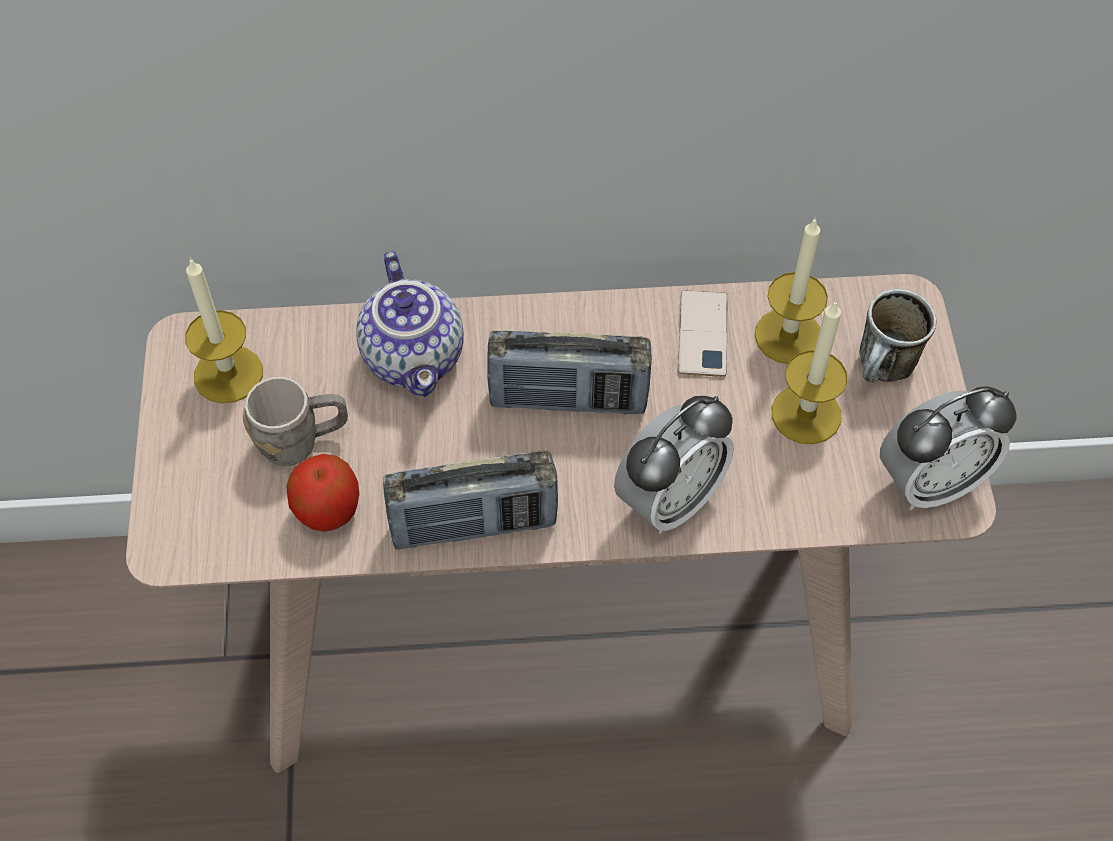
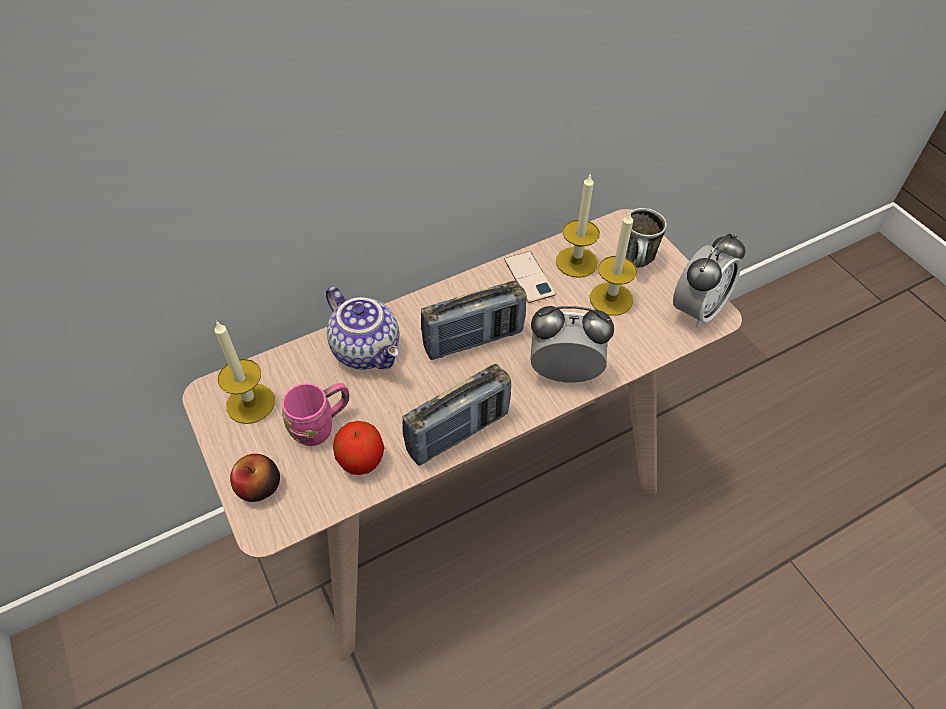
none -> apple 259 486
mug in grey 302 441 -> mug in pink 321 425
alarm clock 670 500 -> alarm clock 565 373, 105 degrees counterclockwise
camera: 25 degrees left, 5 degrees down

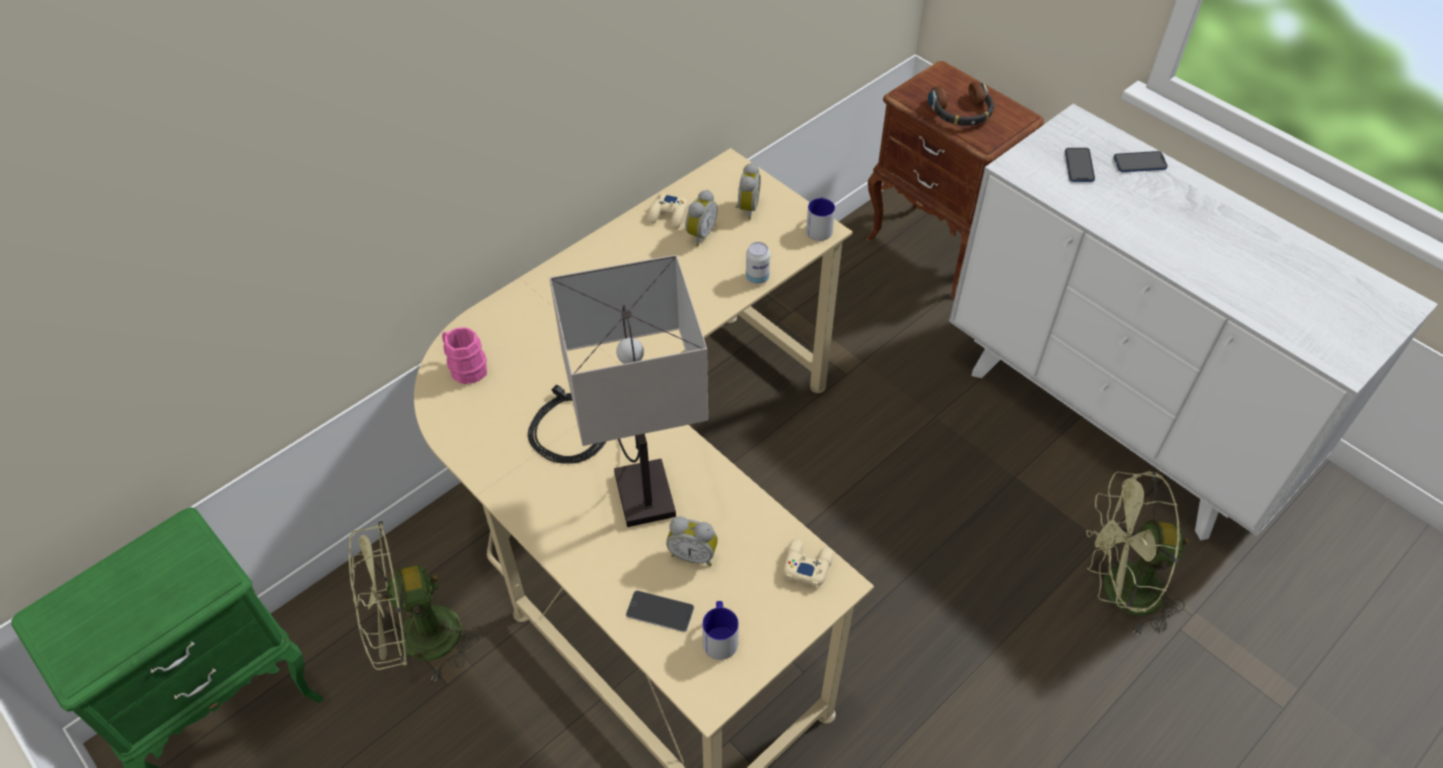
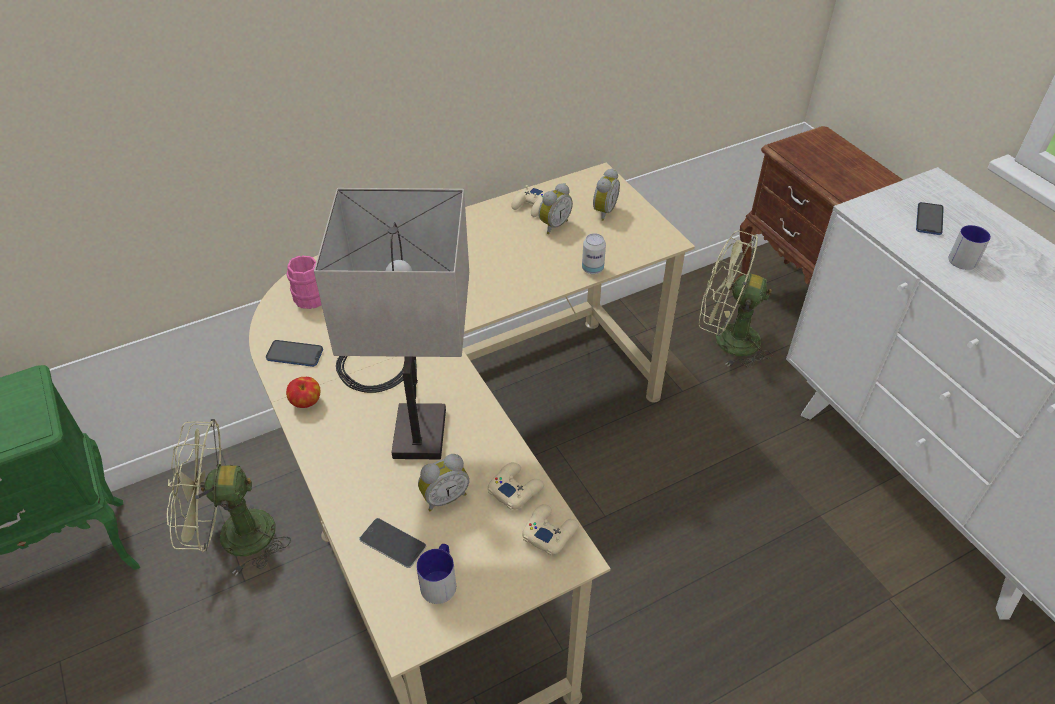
phone 1139 163 -> phone 295 354, moved
none -> apple 306 403
alarm clock 693 554 -> alarm clock 444 497, 60 degrees counterclockwise
none -> game controller in beige 515 489
fan in green 1118 591 -> fan in green 726 340, moved
mug 819 227 -> mug 962 257, moved
headphones 961 112 -> none
camera: 15 degrees right, 5 degrees down

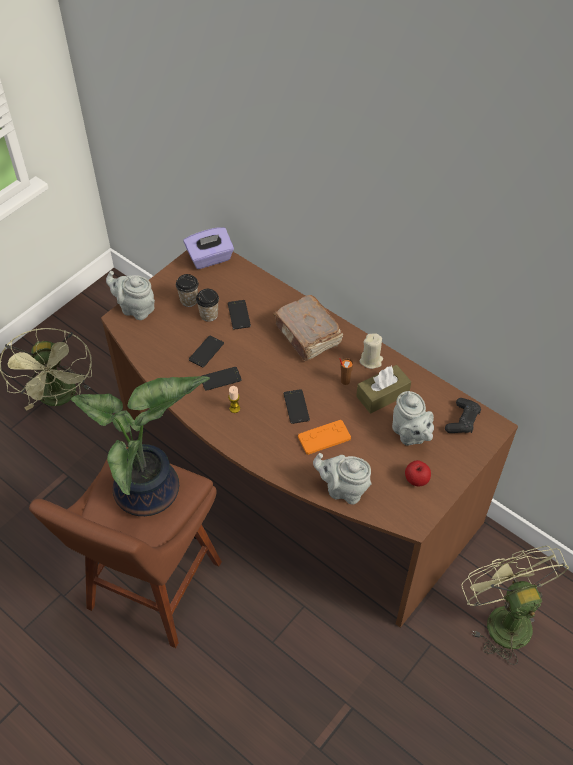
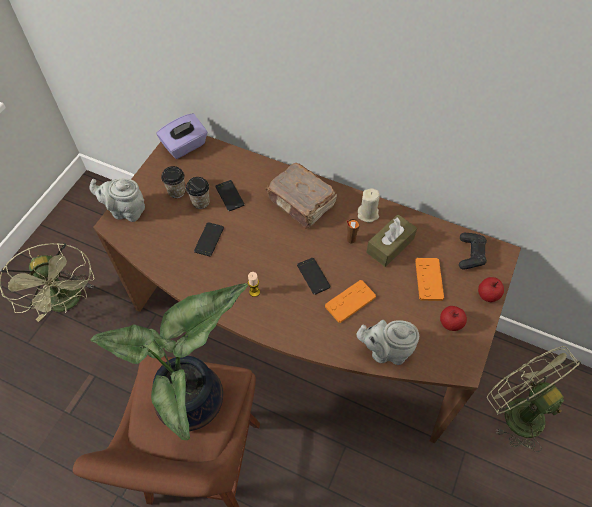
teapot in grey 410 435 -> game controller in orange 429 279
none -> apple 487 295
phone 221 379 -> none
camera: 15 degrees left, 5 degrees up

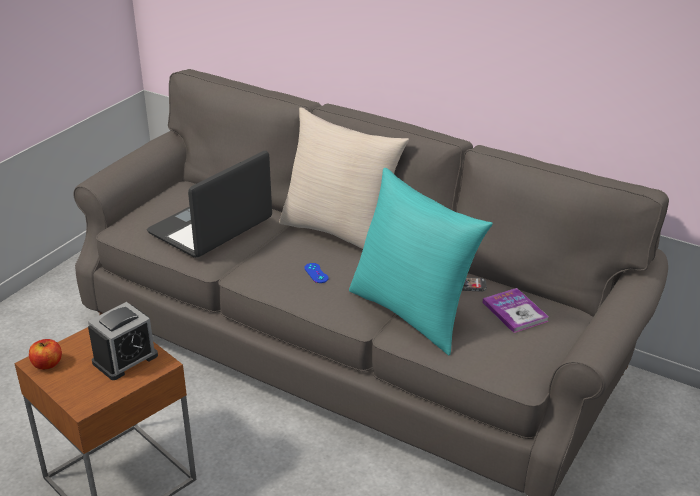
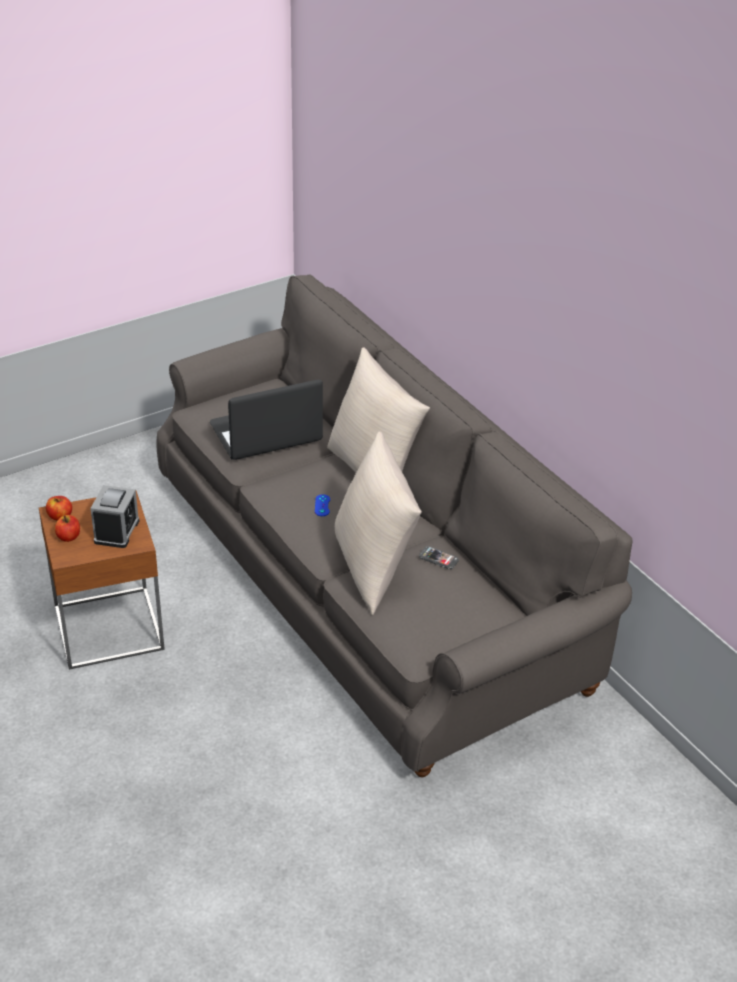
none -> apple 68 537
alarm clock 125 359 -> alarm clock 117 531, 60 degrees counterclockwise
pillow in turquoise 412 313 -> pillow in beige 373 568
book 515 312 -> none
camera: 25 degrees right, 5 degrees up

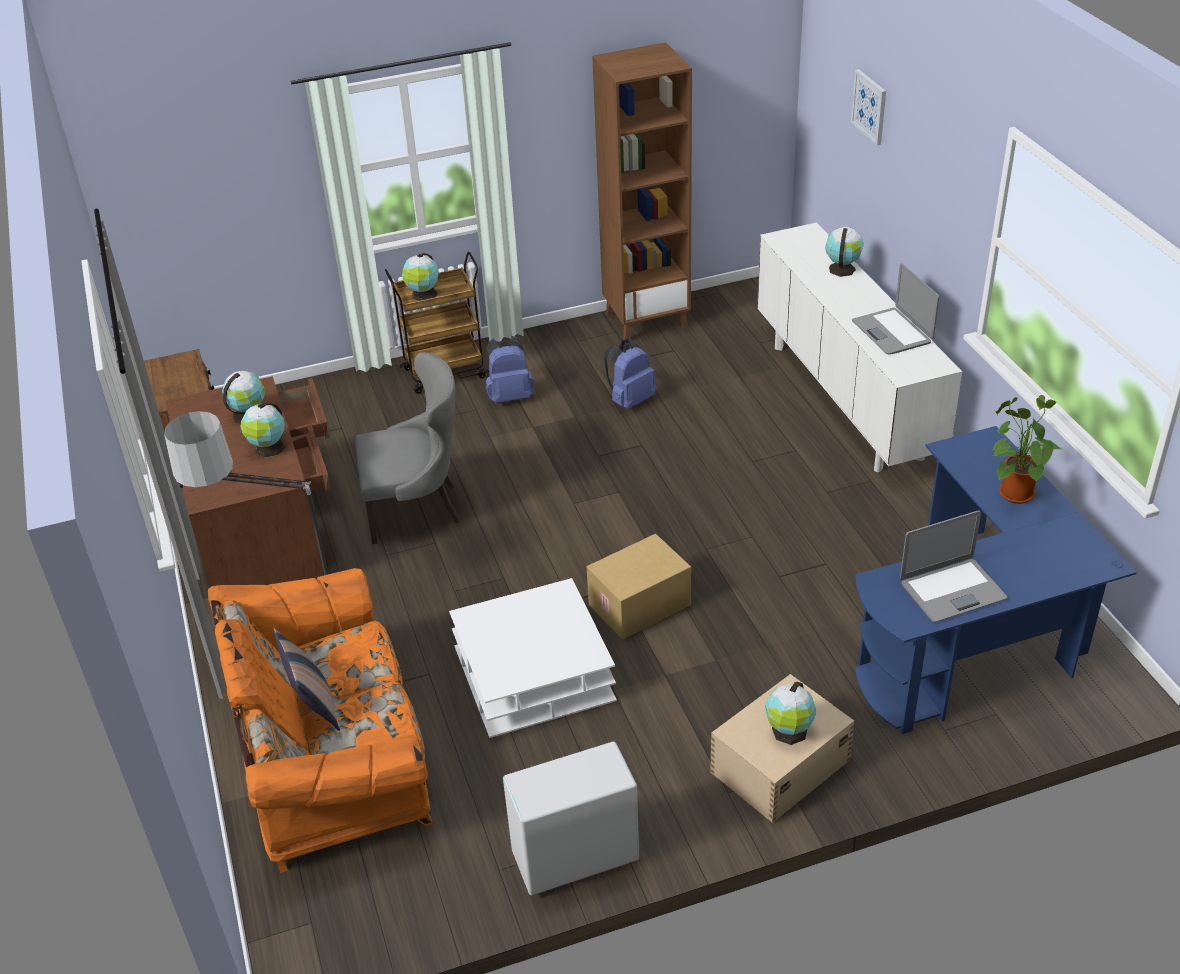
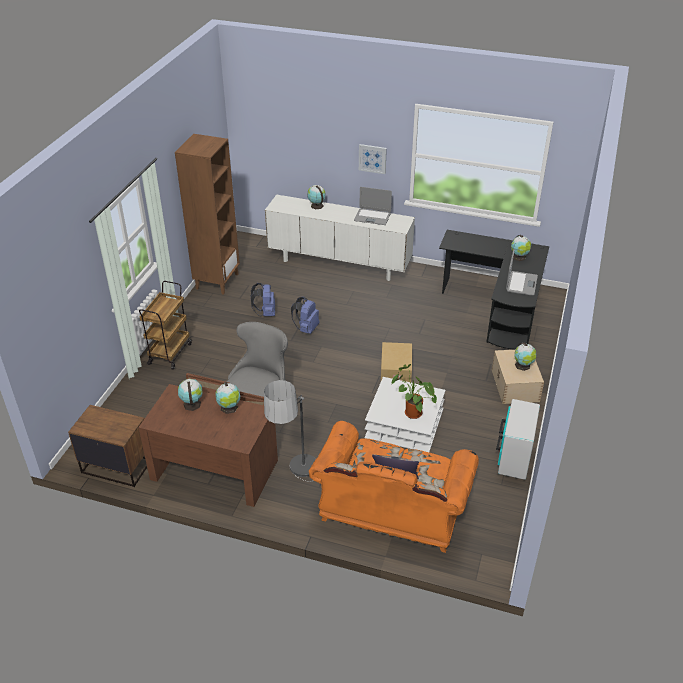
backpack in blue 510 396 -> backpack in blue 306 329, moved
picture 870 106 -> picture 372 158, moved
potted plant 1013 491 -> potted plant 411 413, moved
desk in blue 977 636 -> desk in black 497 308
globe 423 295 -> globe 519 257, moved
camera: 55 degrees left, 0 degrees up

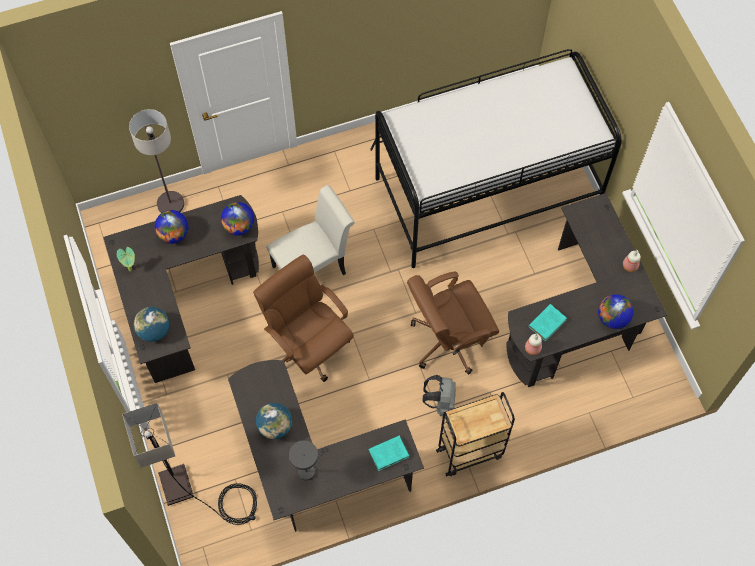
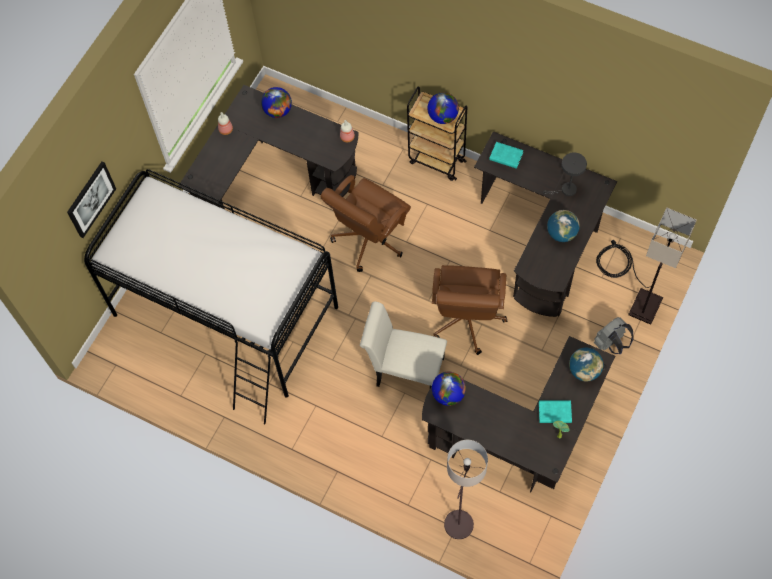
none -> picture 90 199
office chair in brown 449 339 -> office chair in brown 369 238, 105 degrees clockwise
globe 174 234 -> globe 443 116, moved
book in turquoise 548 322 -> book in turquoise 553 412, moved
backpack in grey 440 402 -> backpack in grey 611 343, moved
camera: 130 degrees left, 0 degrees up

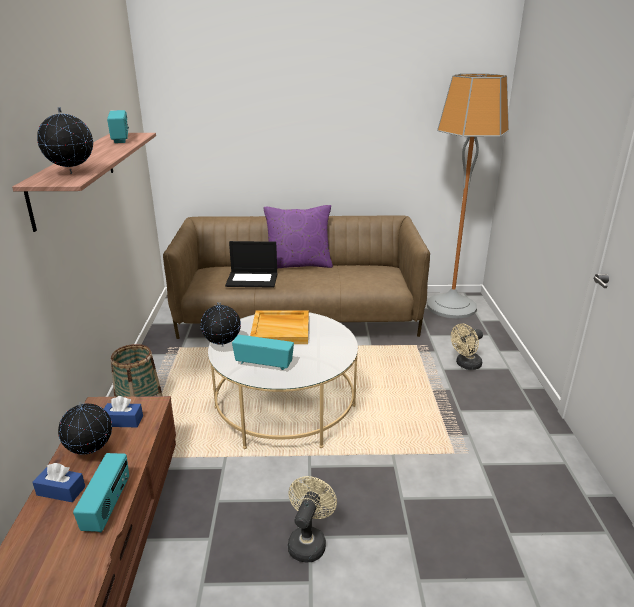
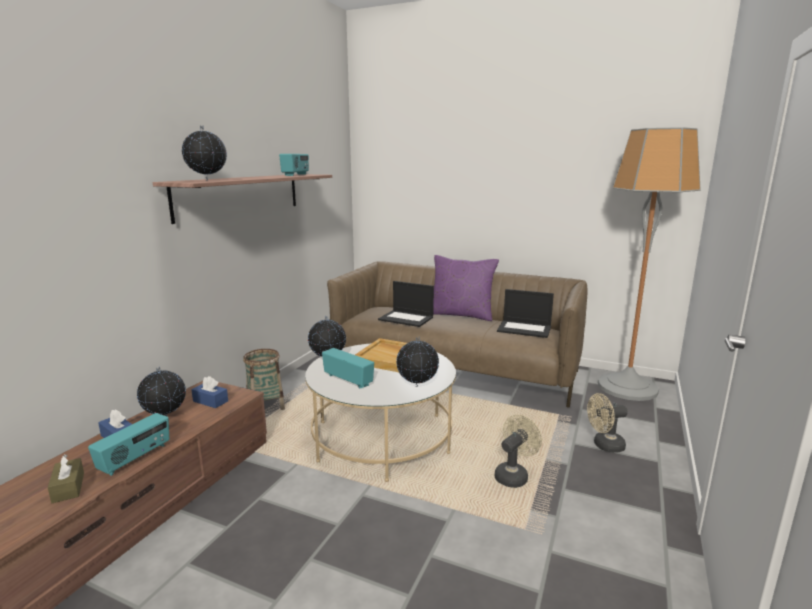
none -> tissue box in brown 68 487
none -> globe 417 386
fan in beige 308 541 -> fan in beige 514 475, moved
none -> laptop 525 329
camera: 25 degrees right, 10 degrees down

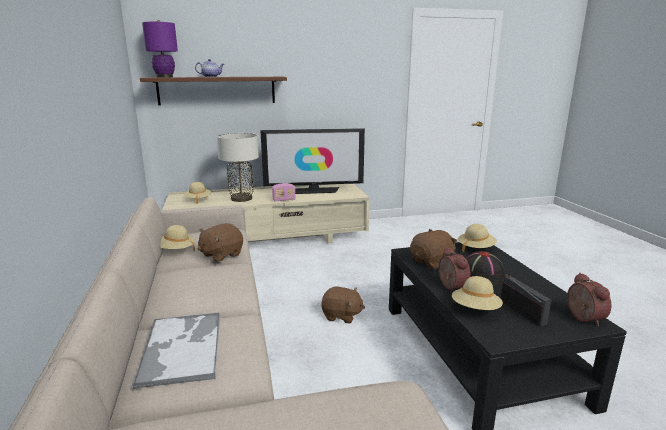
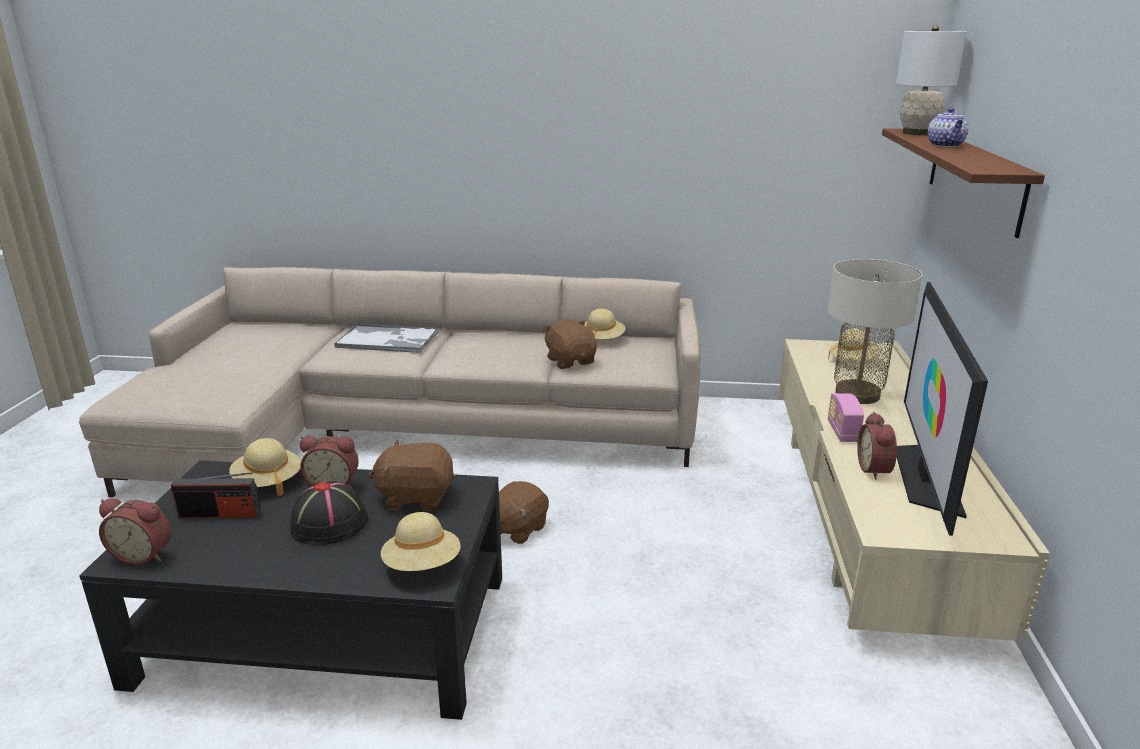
plush toy in brown 432 262 -> plush toy in brown 416 497, 105 degrees clockwise
none -> alarm clock 876 469
table lamp in purple 165 77 -> table lamp in white 917 133
camera: 110 degrees right, 5 degrees up

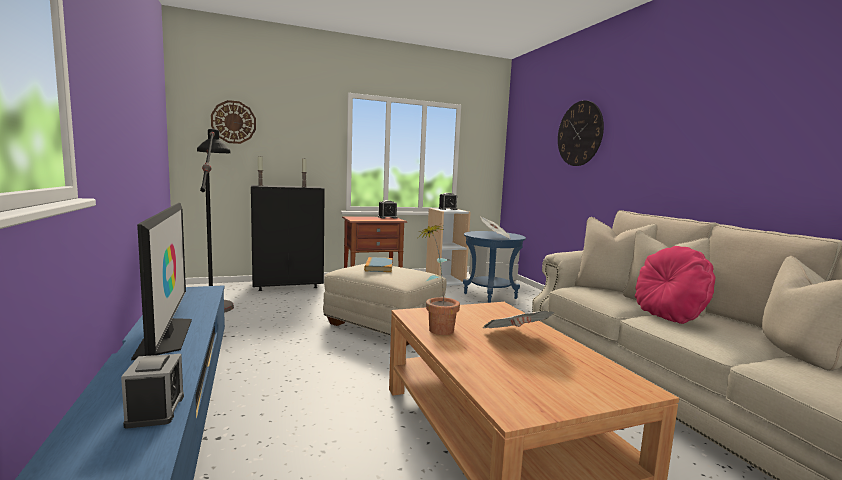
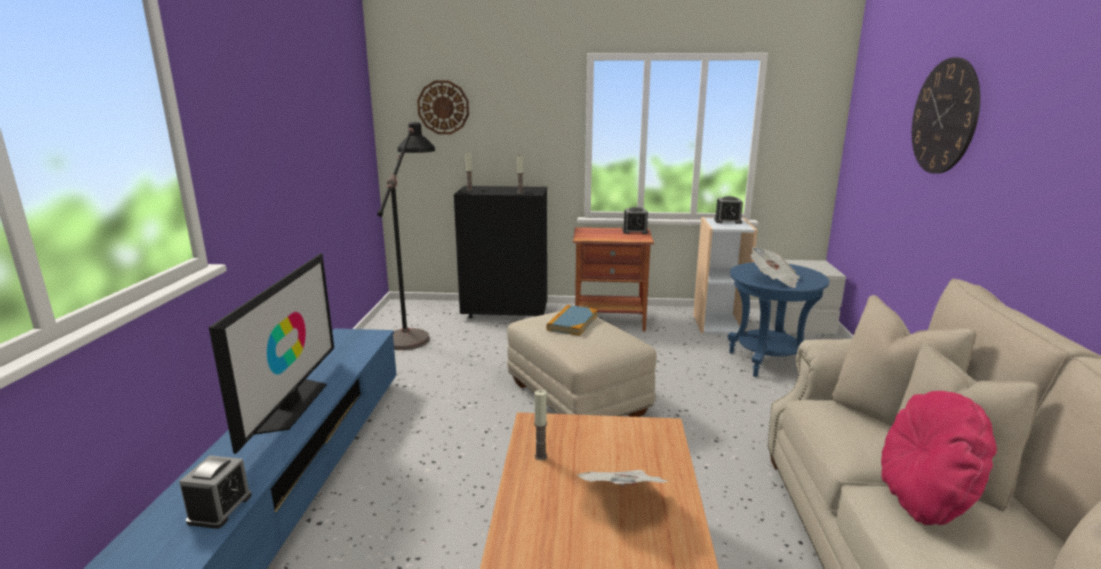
potted plant 436 327 -> candle 540 456
camera: 25 degrees right, 10 degrees up

